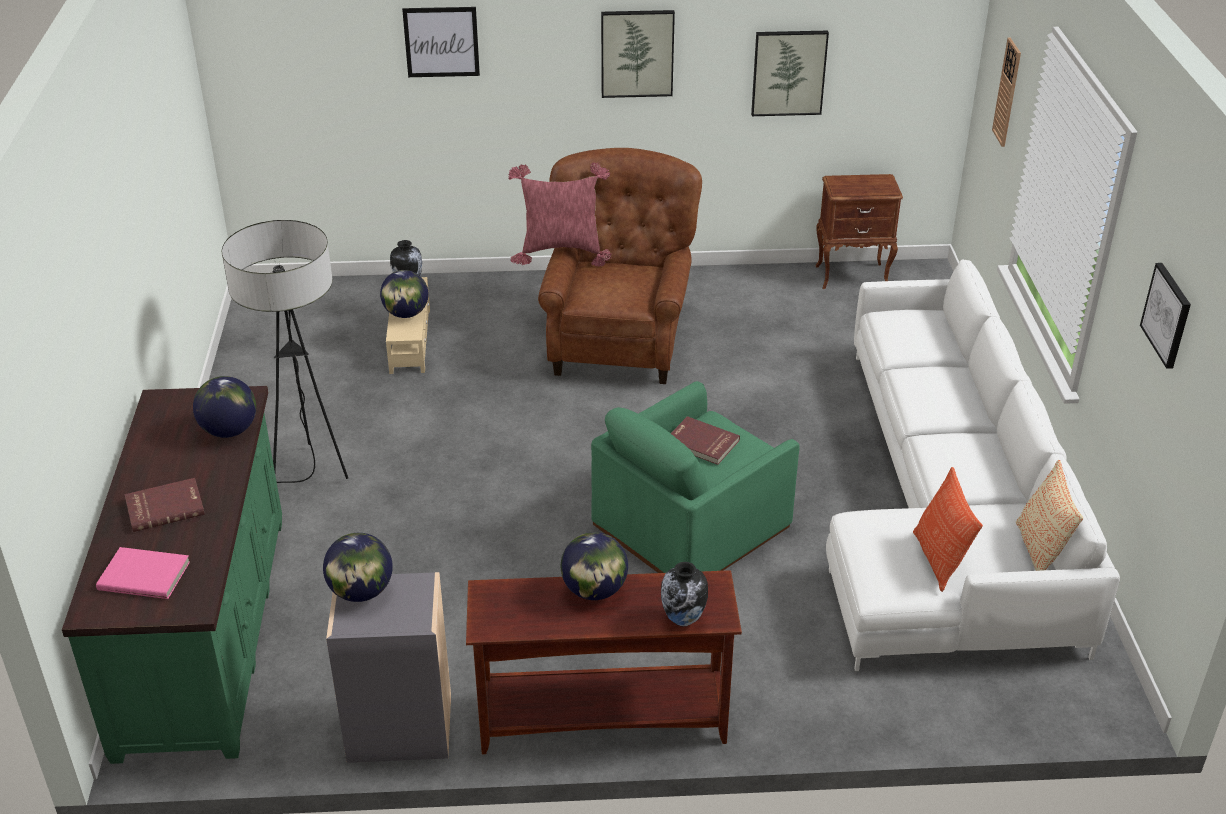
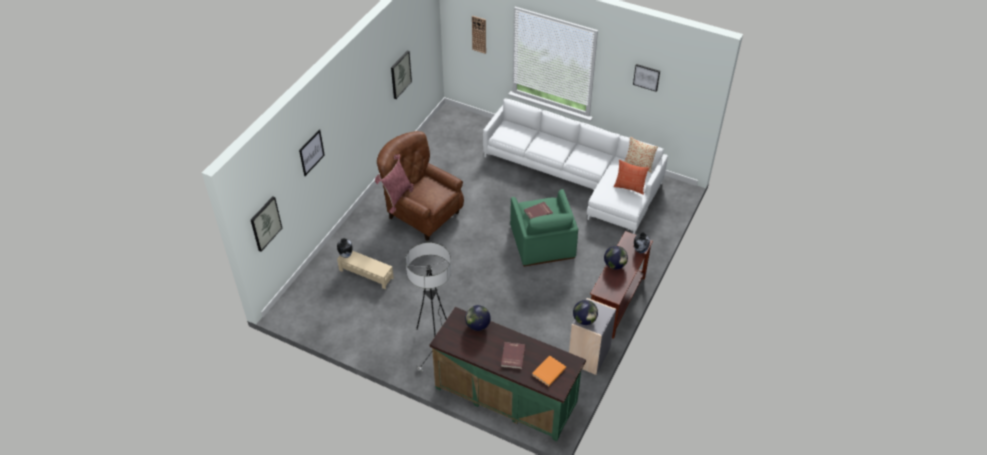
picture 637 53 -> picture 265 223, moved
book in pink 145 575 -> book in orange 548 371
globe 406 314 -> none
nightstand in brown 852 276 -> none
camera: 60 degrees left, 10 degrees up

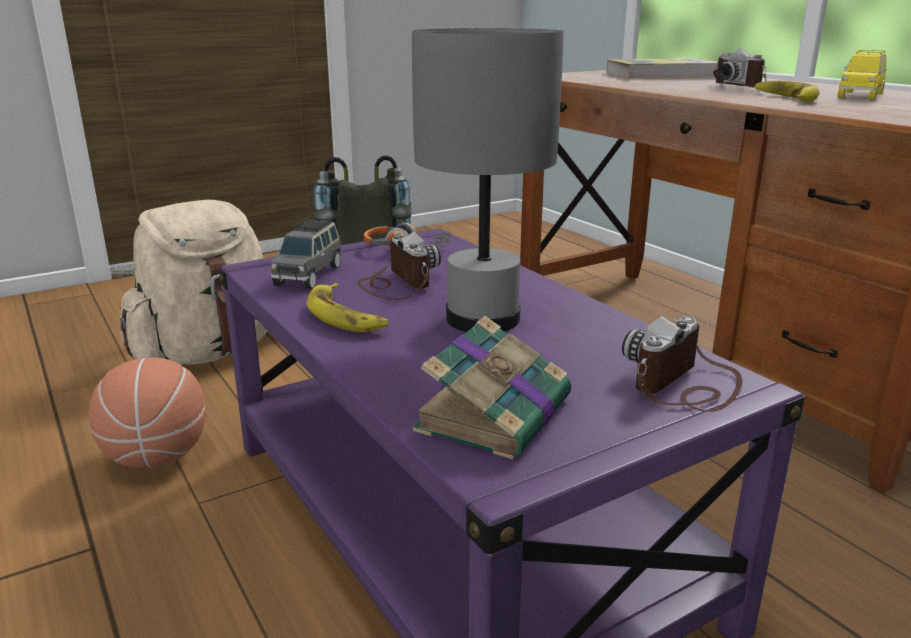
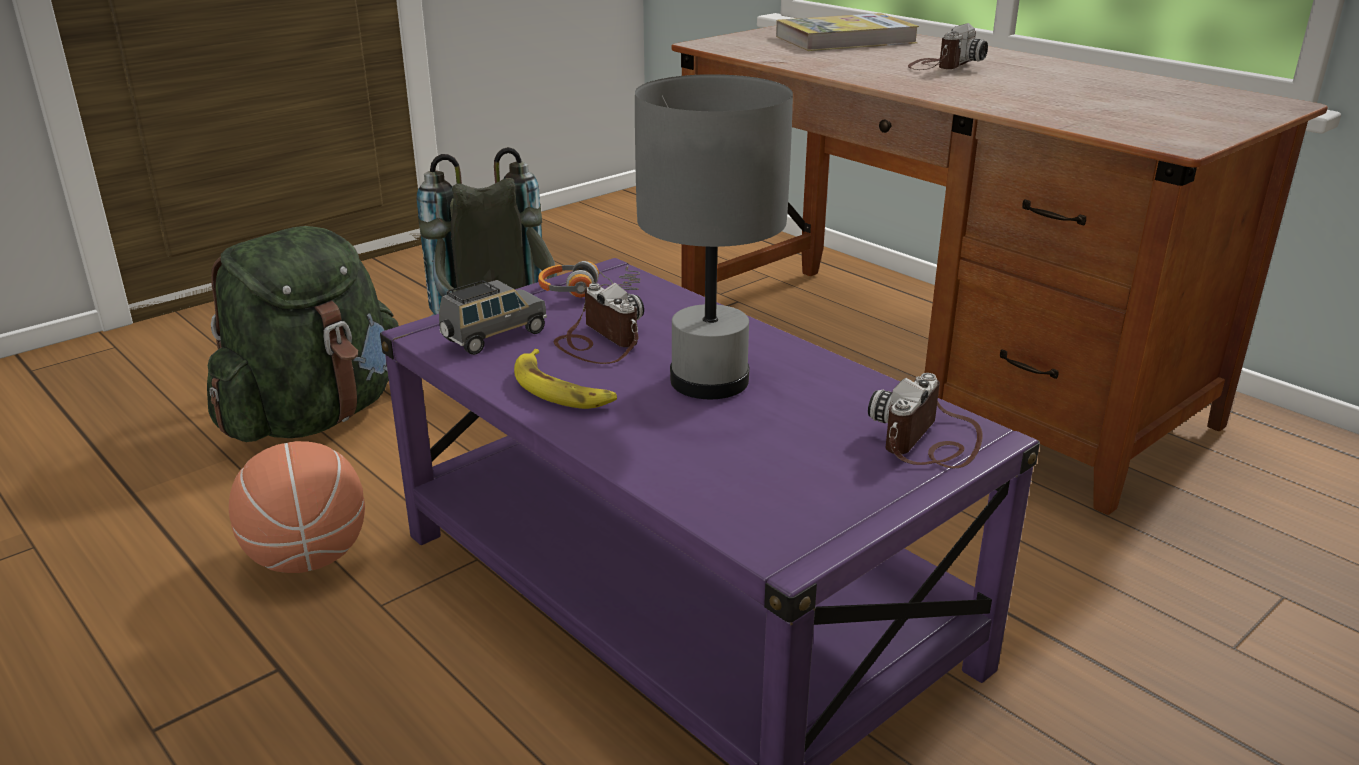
backpack in beige 210 351 -> backpack in green 315 416
toy car in grey 309 275 -> toy car in grey 493 337, 135 degrees counterclockwise
photo camera 743 87 -> photo camera 942 66, 105 degrees counterclockwise
book 496 412 -> none
banana 785 98 -> none
toy car in yellow 860 95 -> none
camera: 10 degrees left, 5 degrees up

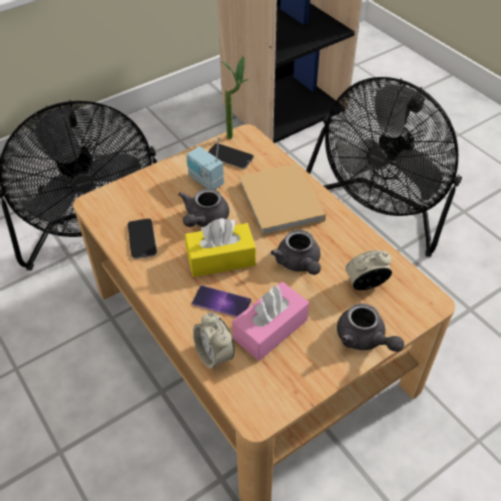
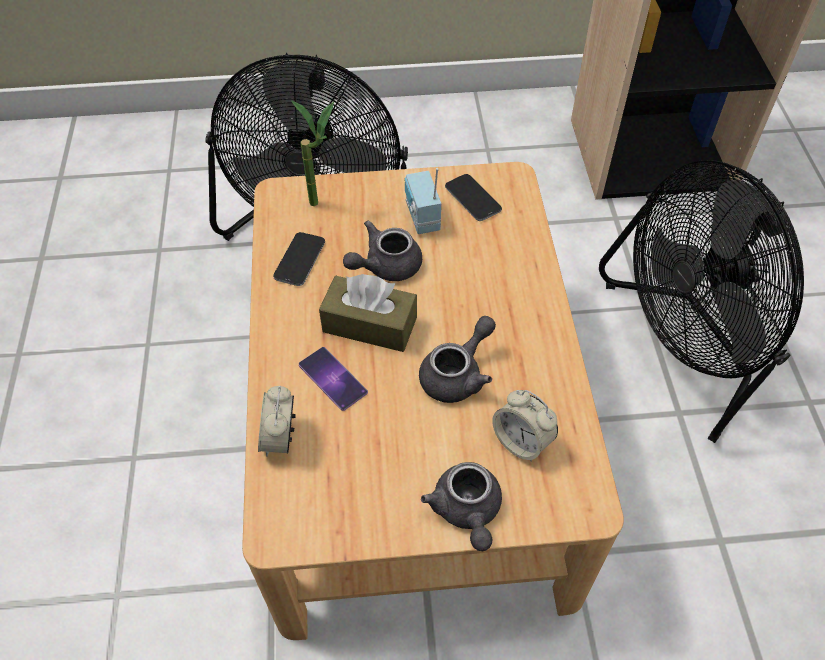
potted plant 235 134 -> potted plant 323 202, moved
tissue box in yellow 221 259 -> tissue box in brown 369 324
teapot in grey 299 263 -> teapot in grey 458 374, 150 degrees counterclockwise
alarm clock 365 284 -> alarm clock 521 441, 150 degrees counterclockwise
tissue box in pink 270 329 -> none
book in beige 281 203 -> none
camera: 30 degrees right, 5 degrees up

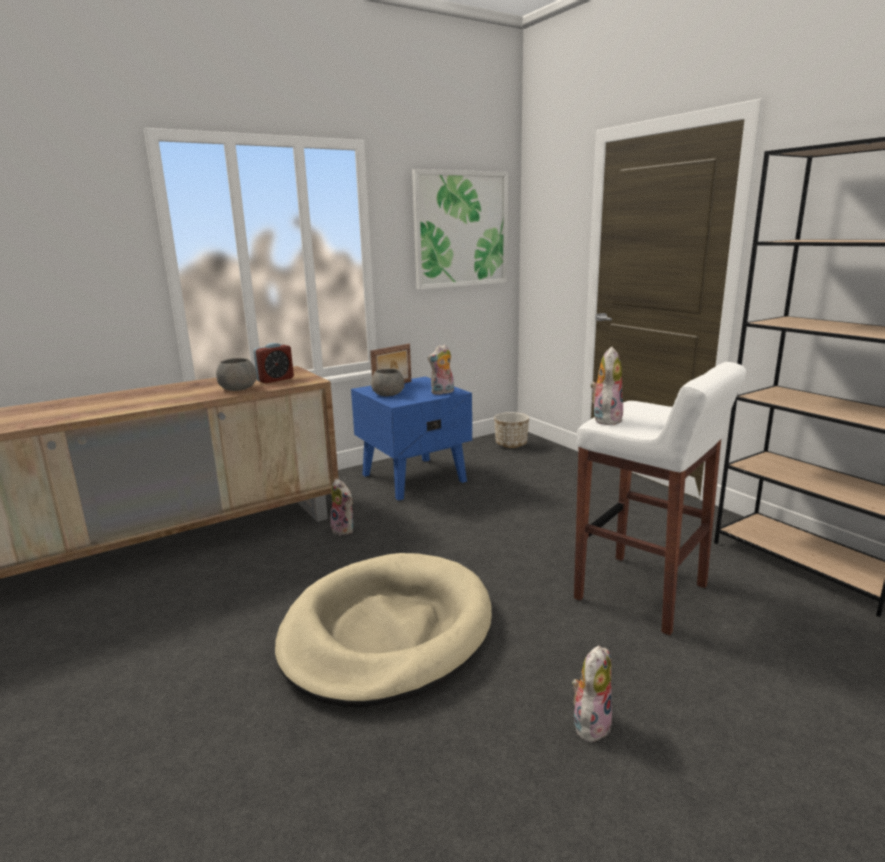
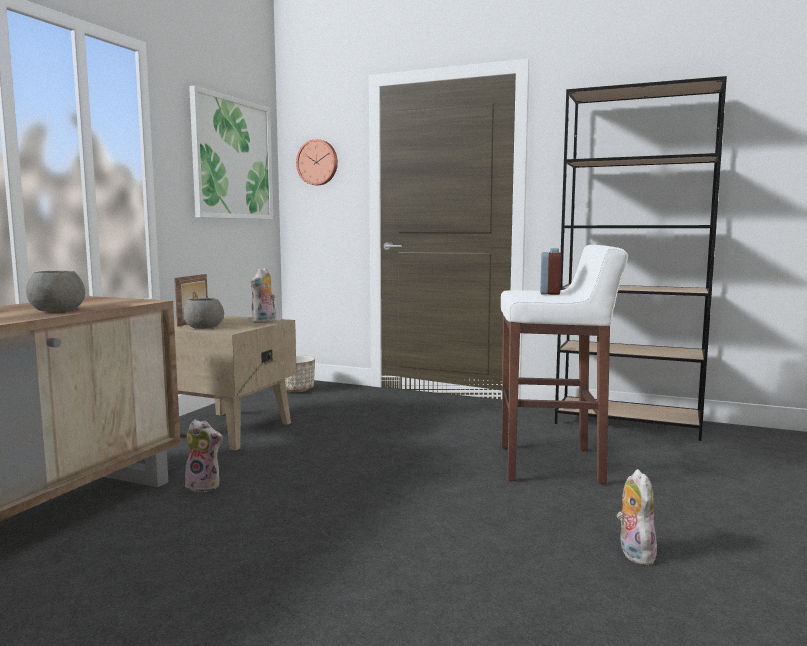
nightstand in blue 414 477 -> nightstand in beige 228 429
none -> wall clock 318 162
alarm clock 275 379 -> alarm clock 549 292, moved
dog bed in beige 387 632 -> none
plush toy 605 419 -> none
camera: 35 degrees left, 10 degrees down

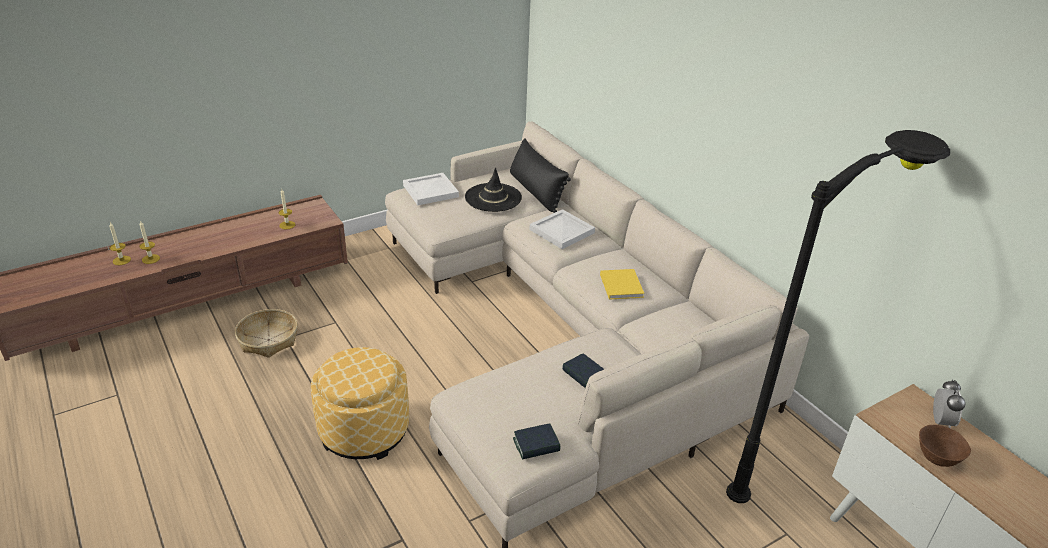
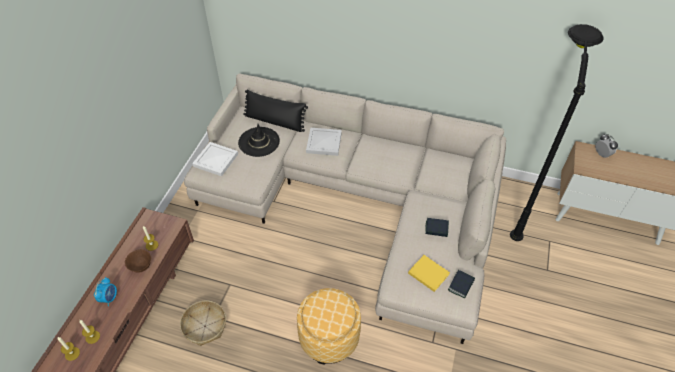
none -> alarm clock 109 298
bowl in brown 937 458 -> bowl in brown 141 266, moved
book in yellow 621 285 -> book in yellow 427 273, moved
camera: 40 degrees left, 15 degrees up

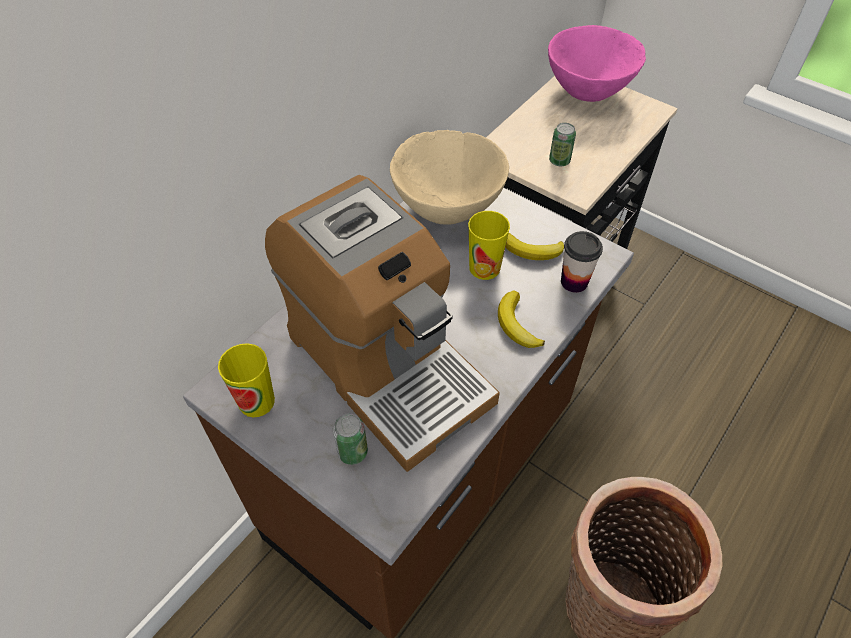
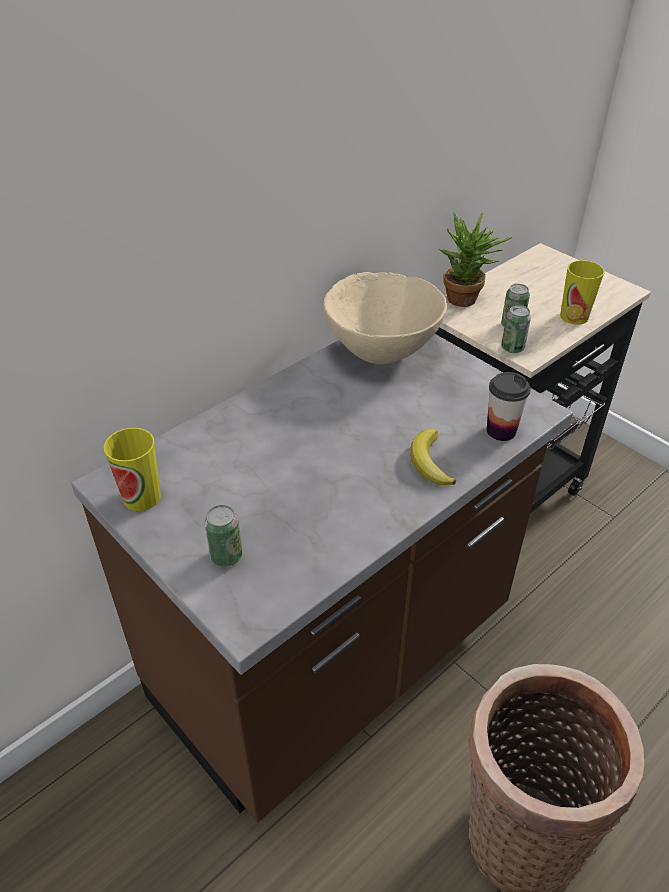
none -> potted plant 466 302
none -> can 512 348
cup 484 268 -> cup 574 316, moved
coffee machine 387 366 -> none
banana 532 250 -> none
bowl in pink 588 92 -> none
camera: 10 degrees right, 10 degrees down

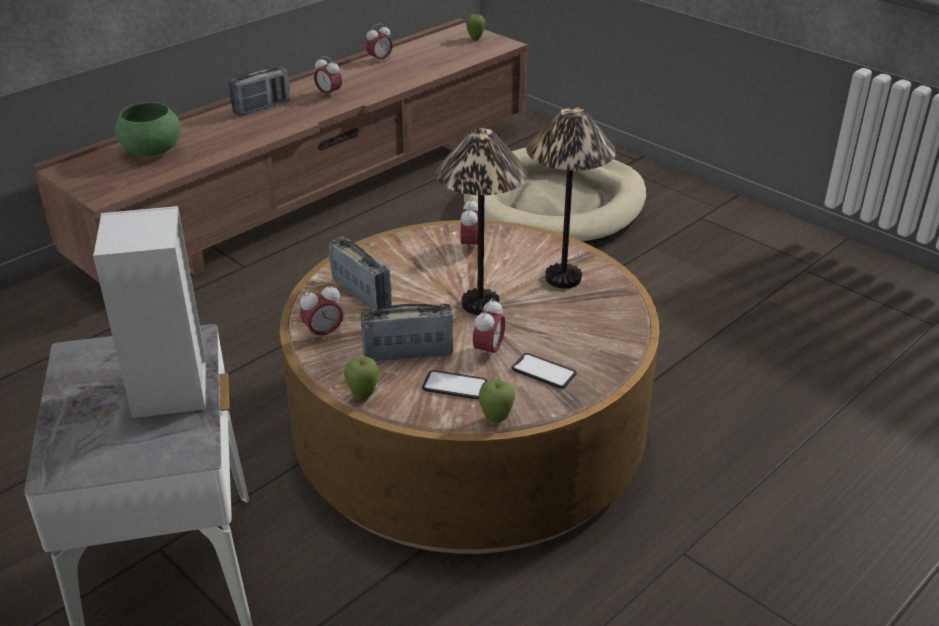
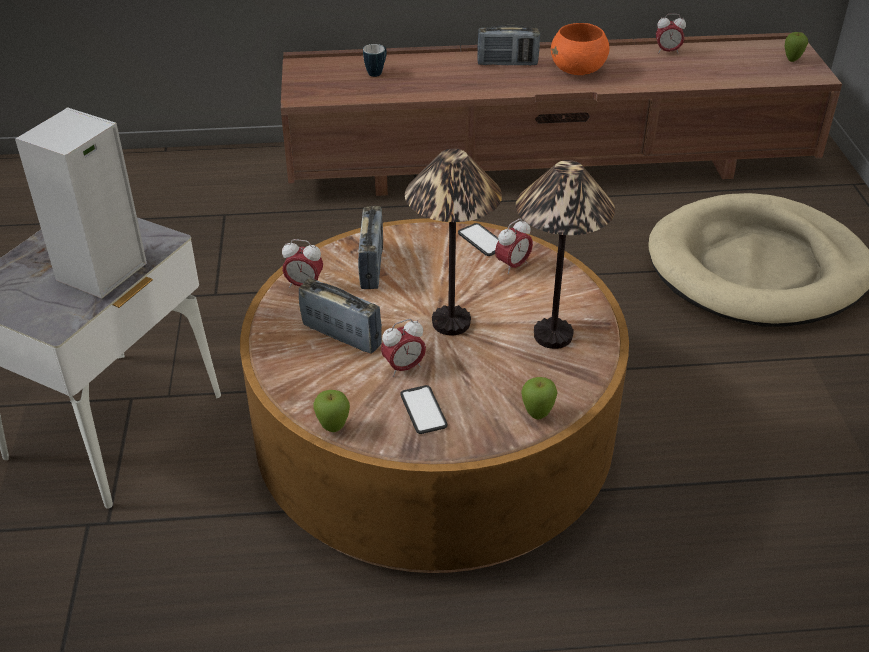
bowl in green 151 151 -> mug 377 72
phone 455 385 -> phone 482 240, moved
apple 363 396 -> apple 537 415, moved
alarm clock 328 94 -> bowl in orange 578 70
camera: 40 degrees right, 5 degrees up

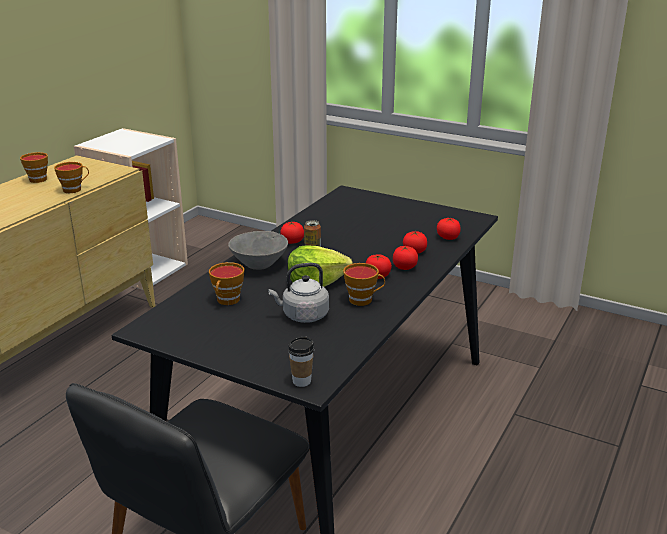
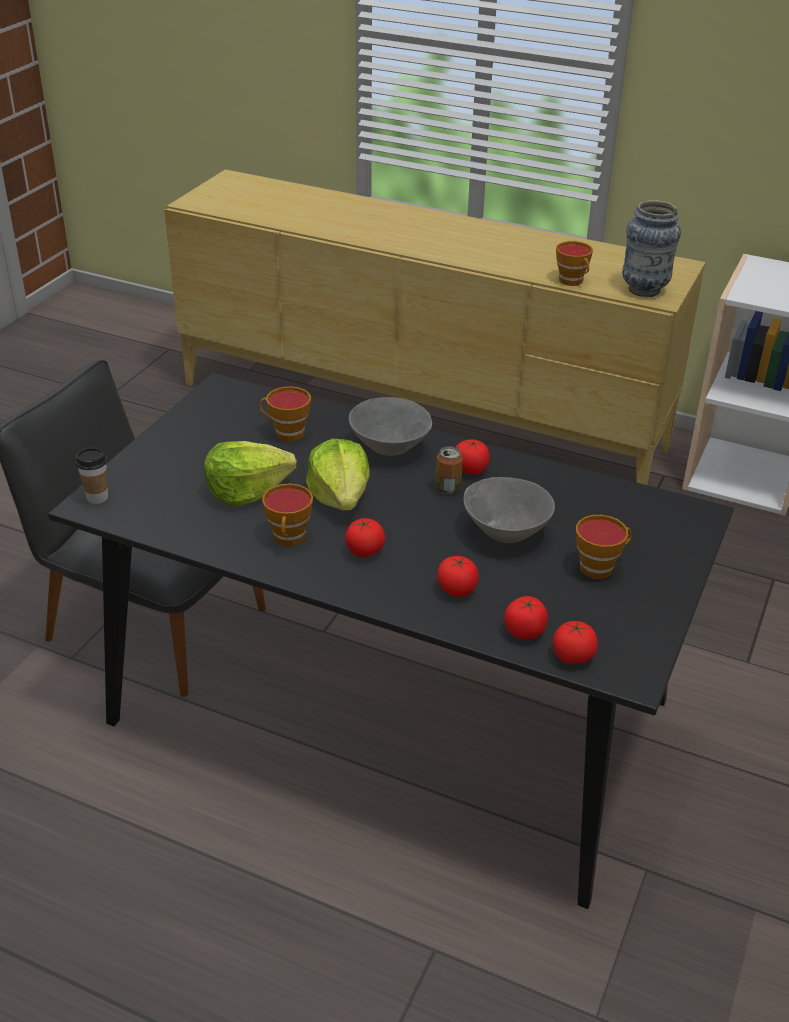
kettle in grey 303 316 -> lettuce 247 490
none -> bowl in grey 505 532
tomato 404 267 -> tomato 572 656, moved
cup 37 179 -> cup 600 567, moved
none -> vase 644 290
camera: 85 degrees right, 10 degrees up

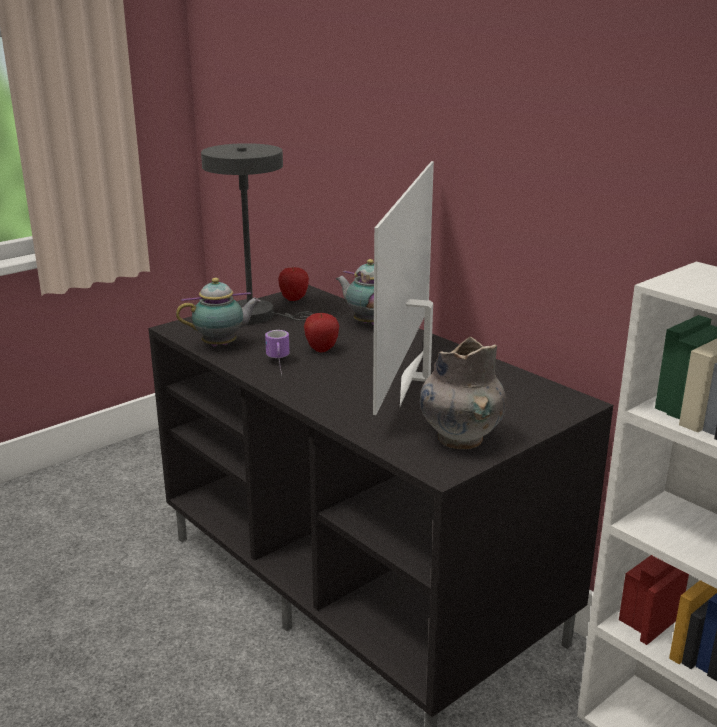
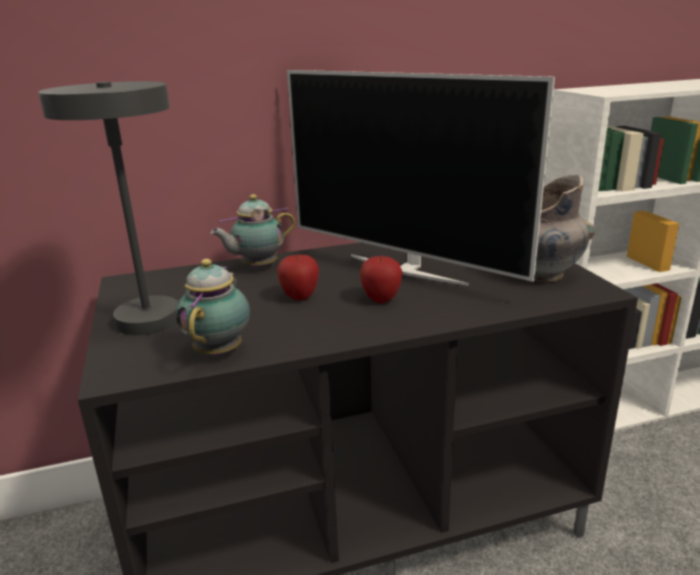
apple 294 299 -> apple 381 299, moved
mug 279 366 -> none
camera: 65 degrees left, 0 degrees up

